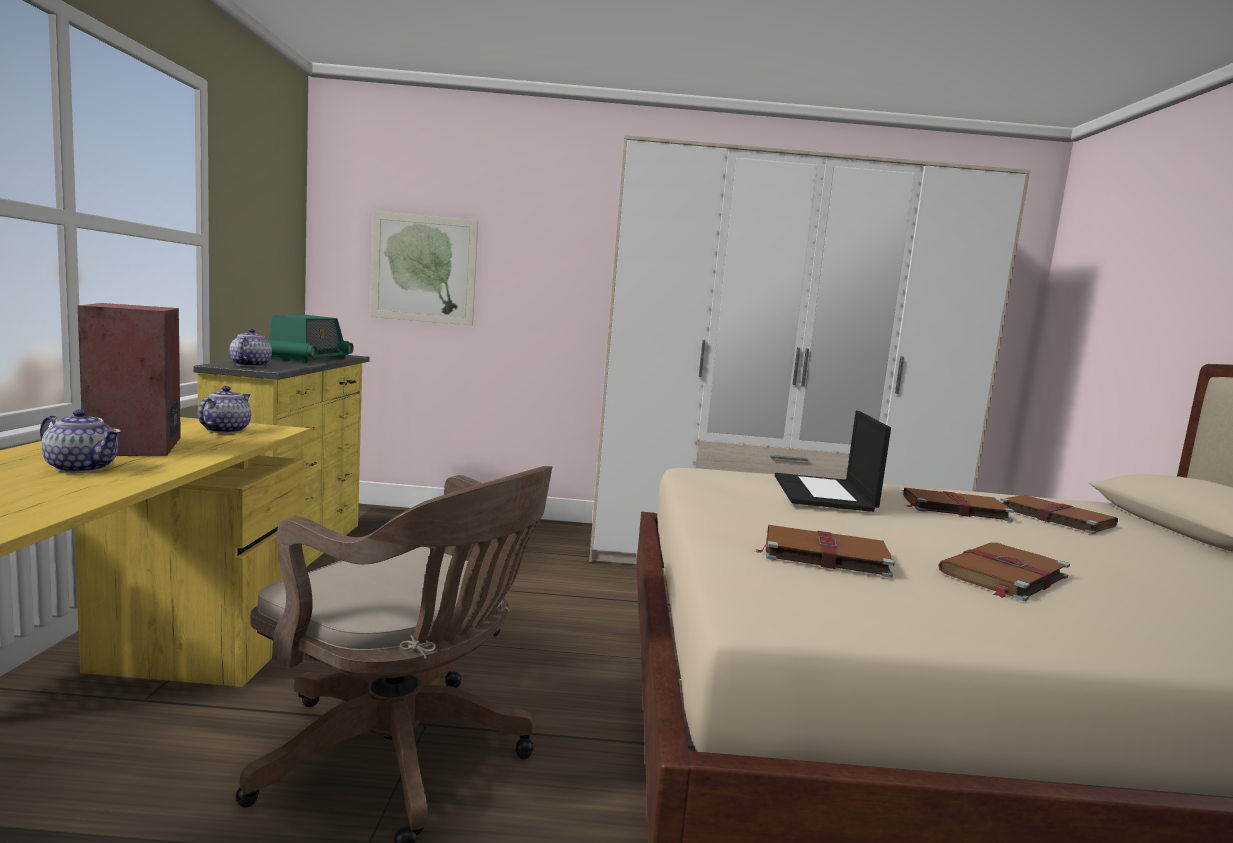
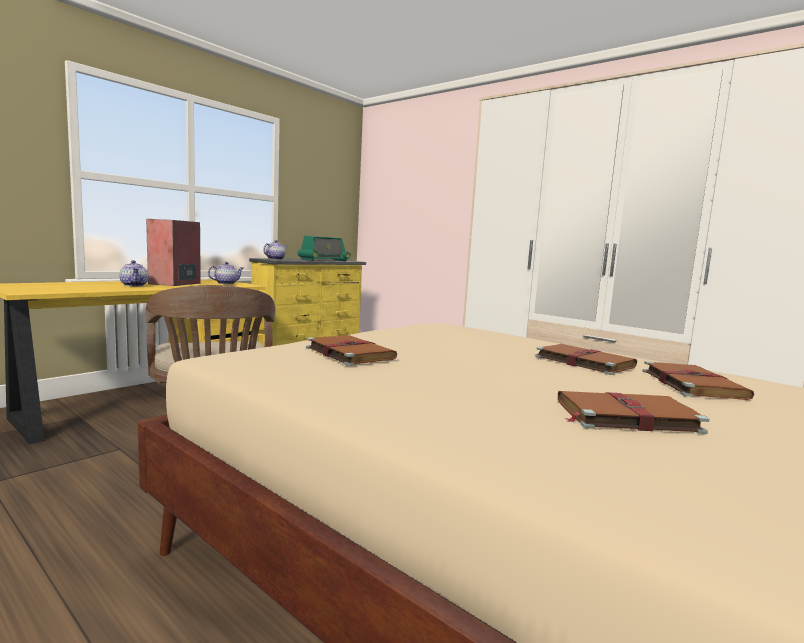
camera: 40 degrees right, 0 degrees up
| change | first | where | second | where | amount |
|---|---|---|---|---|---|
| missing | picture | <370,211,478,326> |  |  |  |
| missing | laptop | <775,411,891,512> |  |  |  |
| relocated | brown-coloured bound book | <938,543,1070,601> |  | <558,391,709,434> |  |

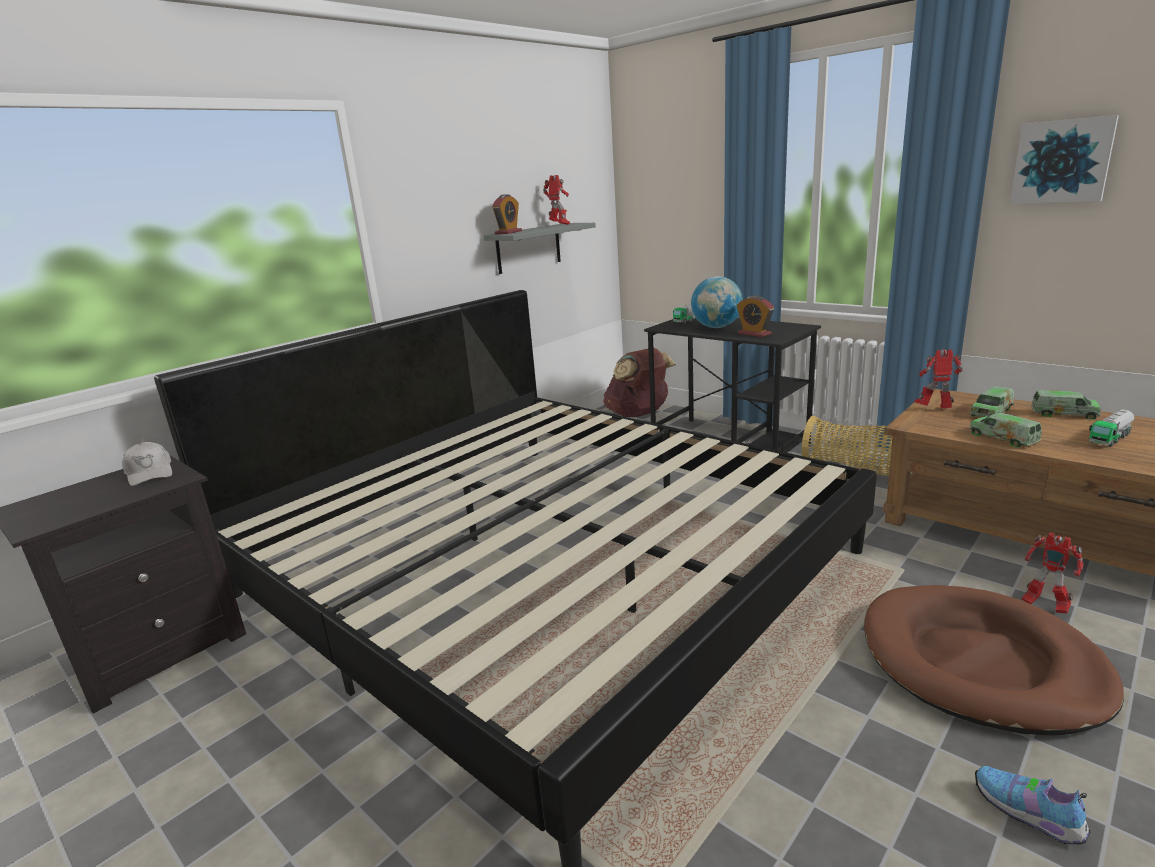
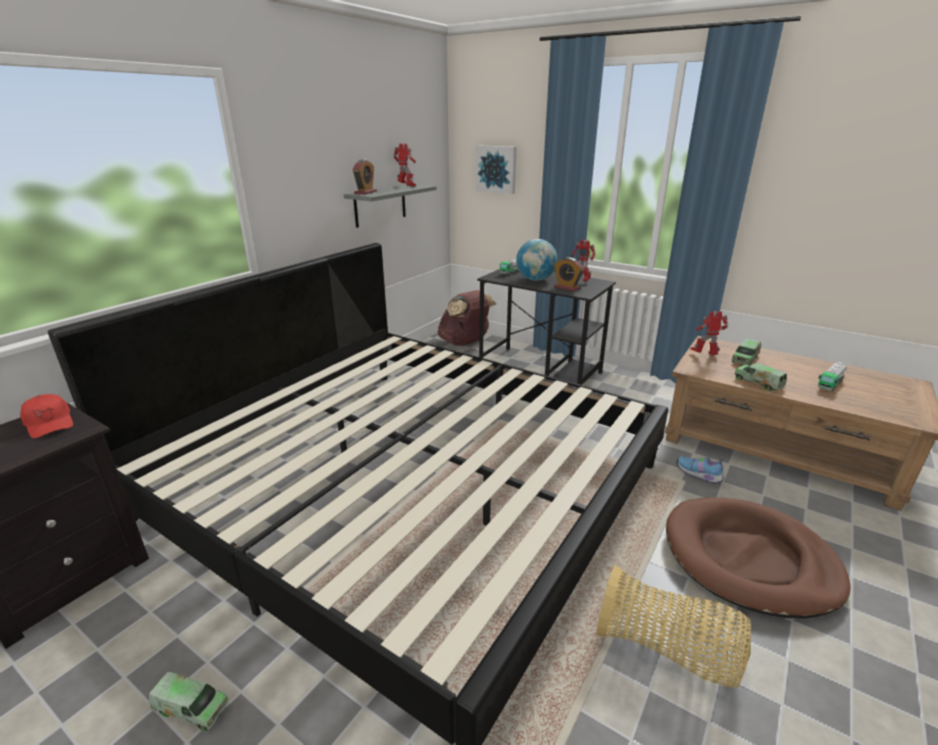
camera: 10 degrees left, 5 degrees up
| change | first | where | second | where | amount |
|---|---|---|---|---|---|
| relocated | picture | <1010,115,1119,204> |  | <476,146,517,194> |  |
| relocated | toy truck | <1031,390,1101,420> |  | <149,672,229,731> |  |
| relocated | storage basket | <802,416,893,476> |  | <597,565,751,688> |  |
| colour | white cap | <122,442,172,486> | red cap | <20,394,73,439> |  |
| relocated | model robot | <1021,532,1084,613> |  | <571,240,595,282> |  |
| relocated | shoe | <975,766,1090,845> |  | <677,456,724,484> |  |

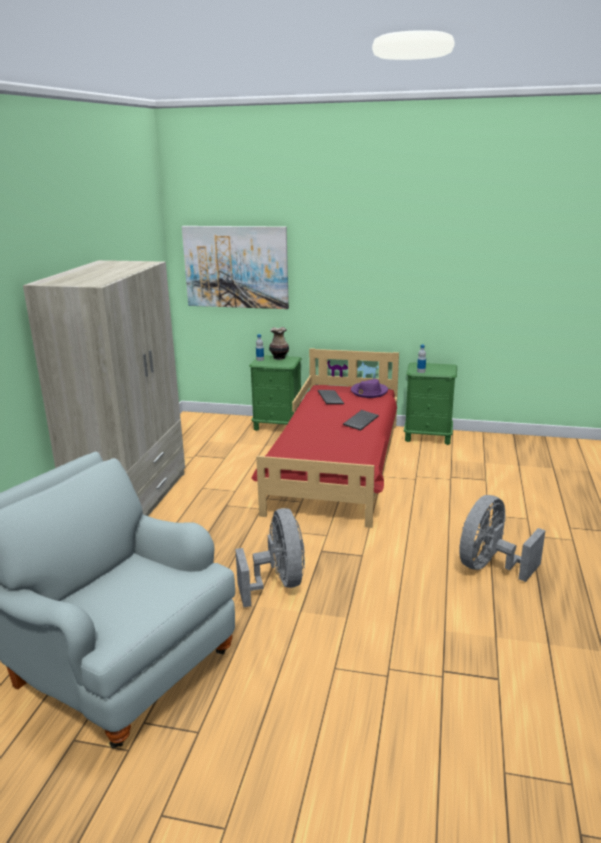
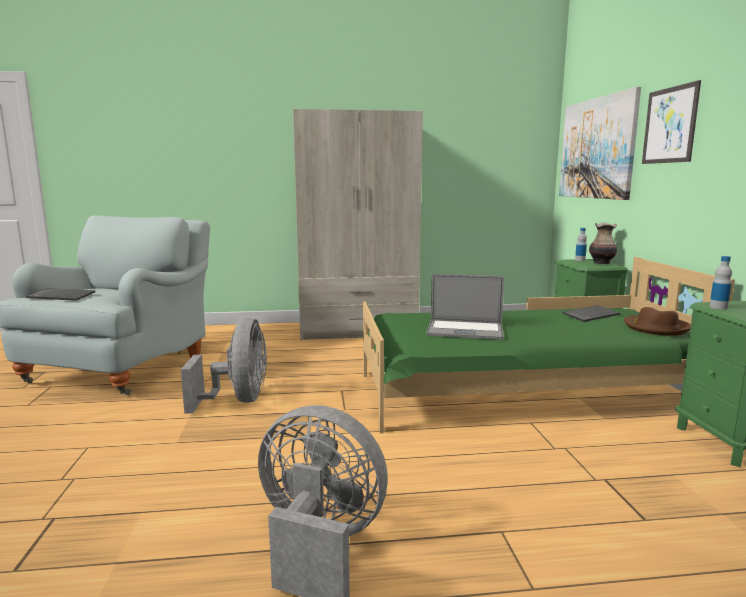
camera: 70 degrees right, 10 degrees down
| change | first | where | second | where | amount |
|---|---|---|---|---|---|
| colour | red sleeping bed | <251,348,399,528> | green-coloured sleeping bed | <363,257,735,433> |  |
| colour | purple-coloured clothing hat | <351,379,388,398> | brown-coloured clothing hat | <624,307,691,336> |  |
| relocated | PC keyboard | <343,410,379,431> |  | <26,288,95,301> |  |
| spun | greyish fan | <235,508,305,607> |  | <181,318,267,414> | 60 degrees counterclockwise |
| appeared |  |  | picture | <642,80,701,164> |  |
| appeared |  |  | laptop | <426,274,504,340> |  |

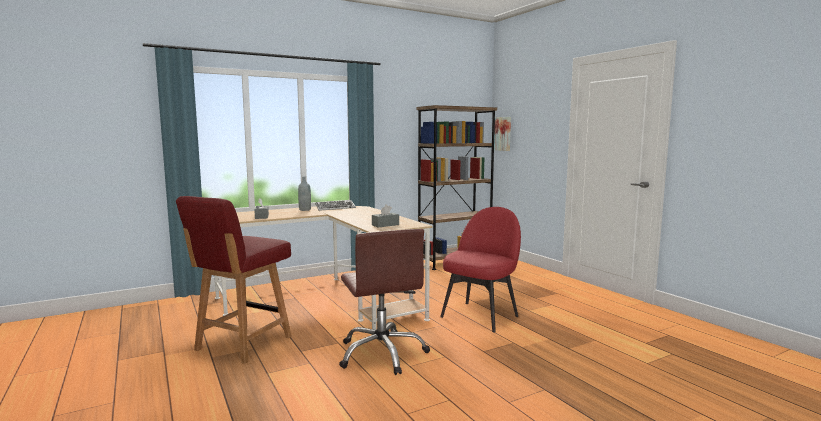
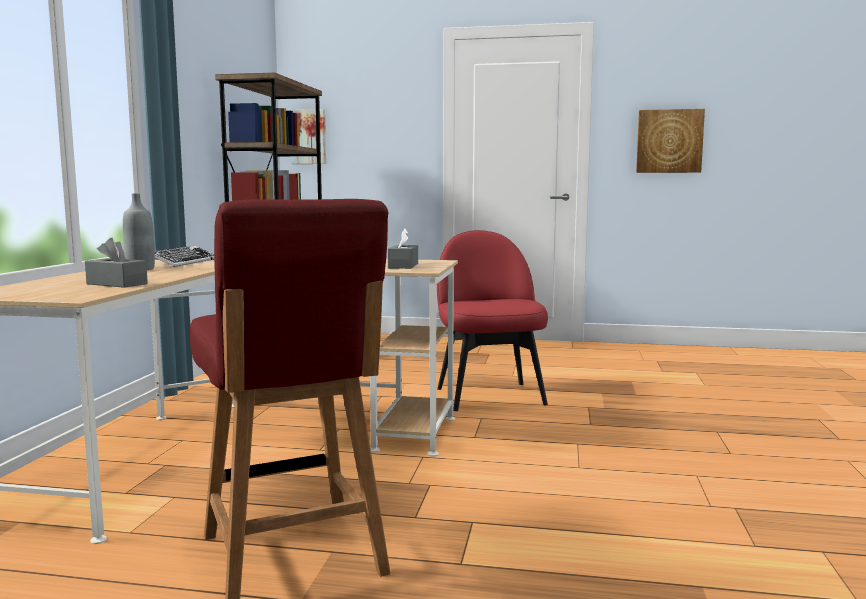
camera: 50 degrees left, 0 degrees up
| change | first | where | second | where | amount |
|---|---|---|---|---|---|
| missing | brown-coloured desk chair | <339,229,430,375> |  |  |  |
| appeared |  |  | picture | <636,109,705,173> |  |

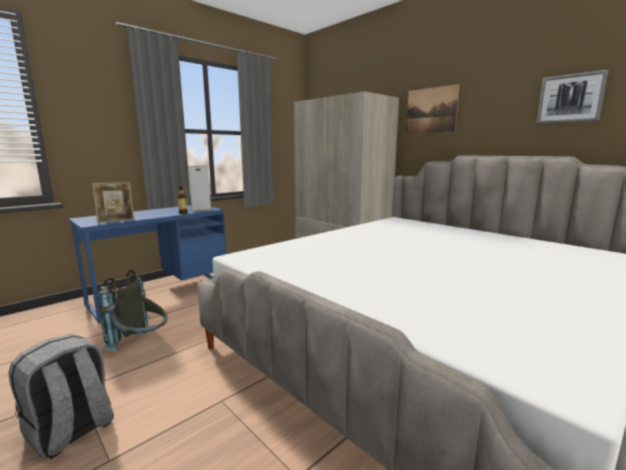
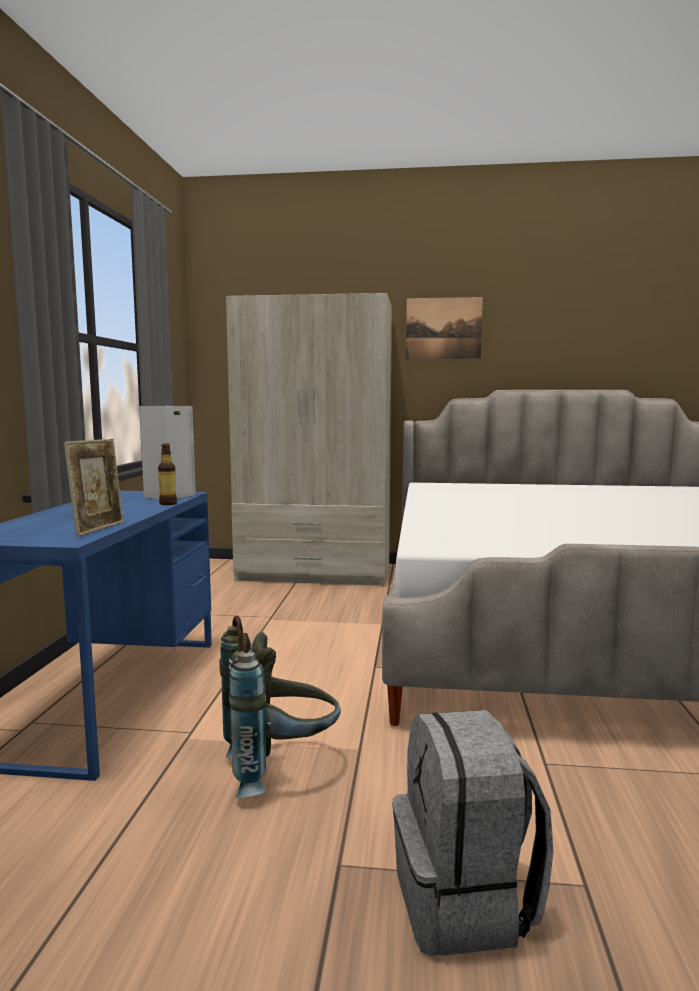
camera: 40 degrees left, 5 degrees down
| change | first | where | second | where | amount |
|---|---|---|---|---|---|
| missing | picture | <536,70,608,124> |  |  |  |

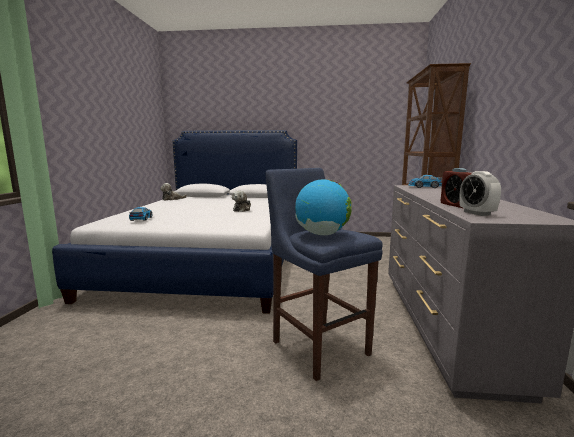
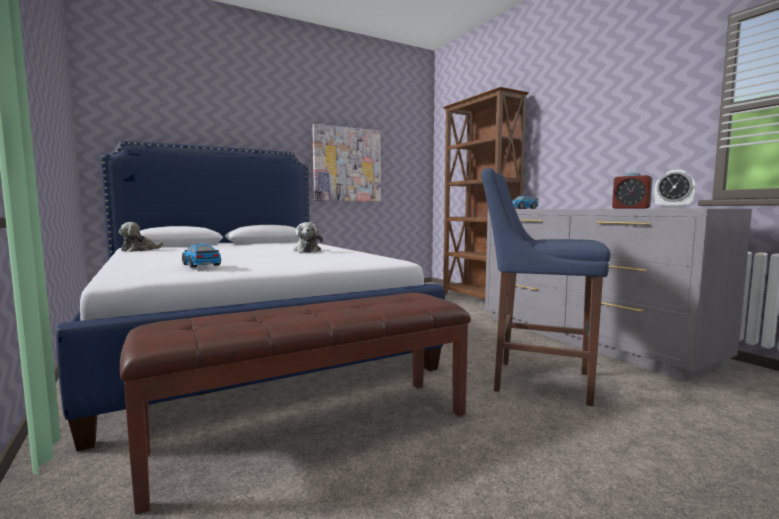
camera: 35 degrees left, 5 degrees down
| change | first | where | second | where | amount |
|---|---|---|---|---|---|
| missing | world globe | <295,179,352,235> |  |  |  |
| appeared |  |  | picture | <312,124,381,201> |  |
| appeared |  |  | brown-coloured long seat | <120,293,471,515> |  |

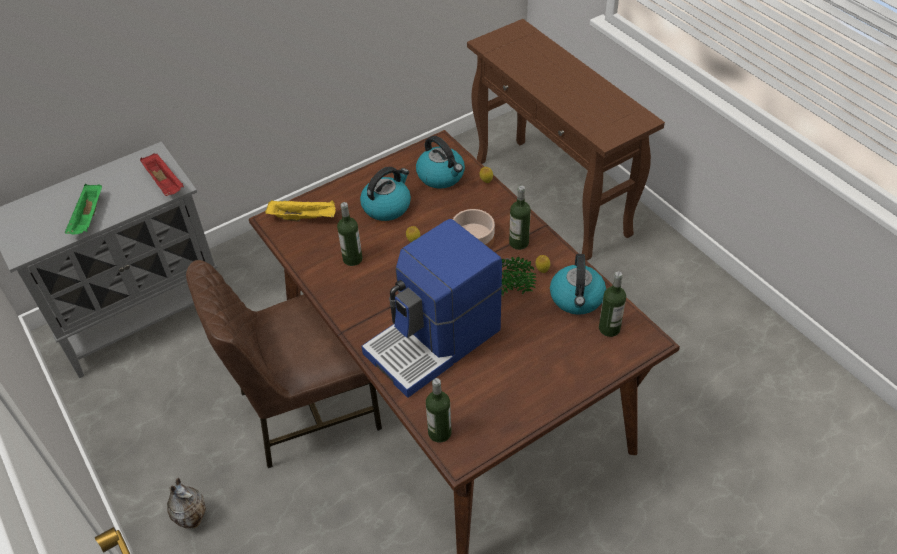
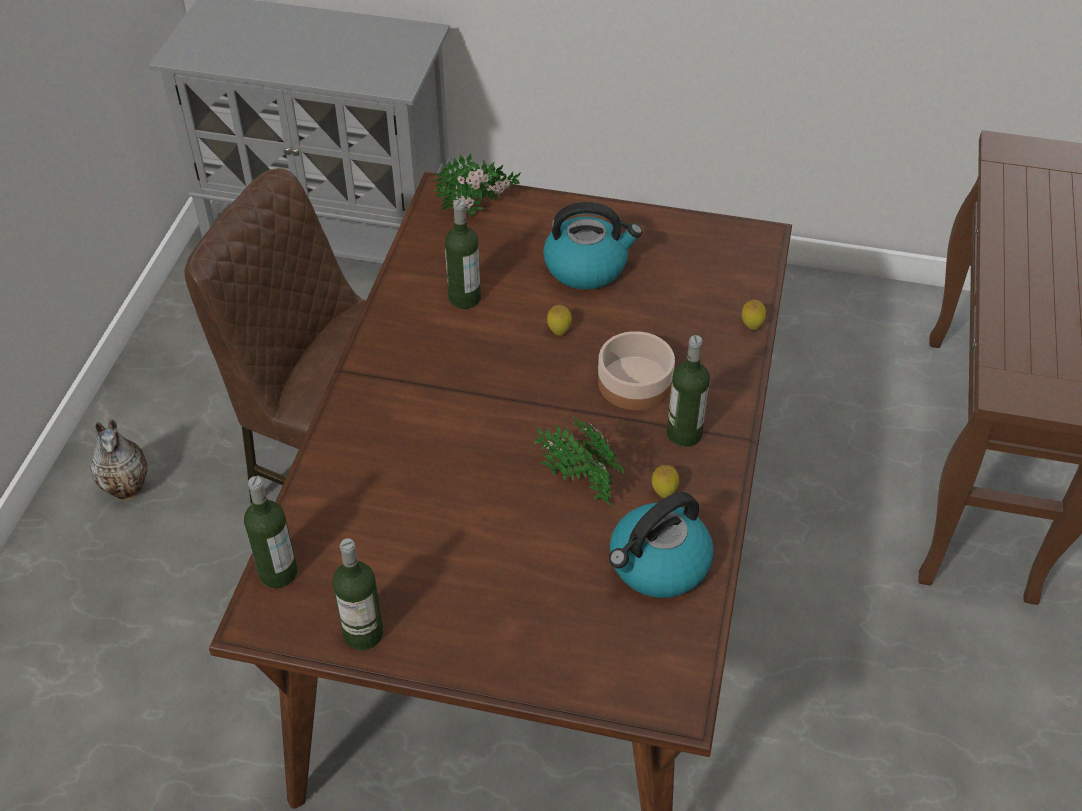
camera: 45 degrees right, 0 degrees up
| change | first | where | second | where | amount |
|---|---|---|---|---|---|
| missing | kettle | <416,136,465,189> |  |  |  |
| missing | red tray | <140,153,184,196> |  |  |  |
| missing | green-coloured tray | <65,184,102,235> |  |  |  |
| exchanged | yellow-coloured tray | <265,200,335,222> | plant in a pot | <434,153,521,217> |  |
| missing | coffee machine | <361,219,502,398> |  |  |  |
| relocated | bottle | <599,272,626,337> |  | <333,538,383,650> |  |

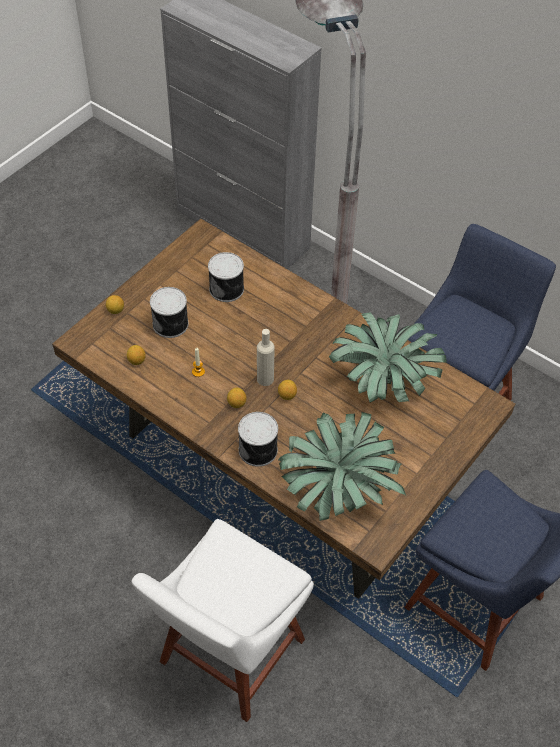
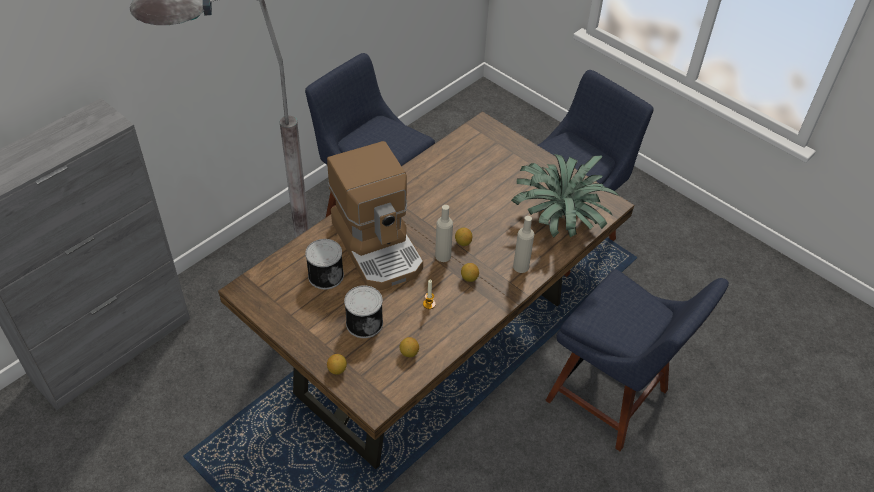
camera: 85 degrees left, 5 degrees down
| change | first | where | second | where | amount |
|---|---|---|---|---|---|
| missing | plant in a pot | <329,312,447,403> |  |  |  |
| exchanged | sealed can | <238,412,278,467> | sand-coloured bottle | <513,216,534,273> |  |
| colour | white chair | <132,519,314,722> | bluish chair | <545,269,729,451> |  |
| appeared |  |  | coffee machine | <327,141,423,290> |  |

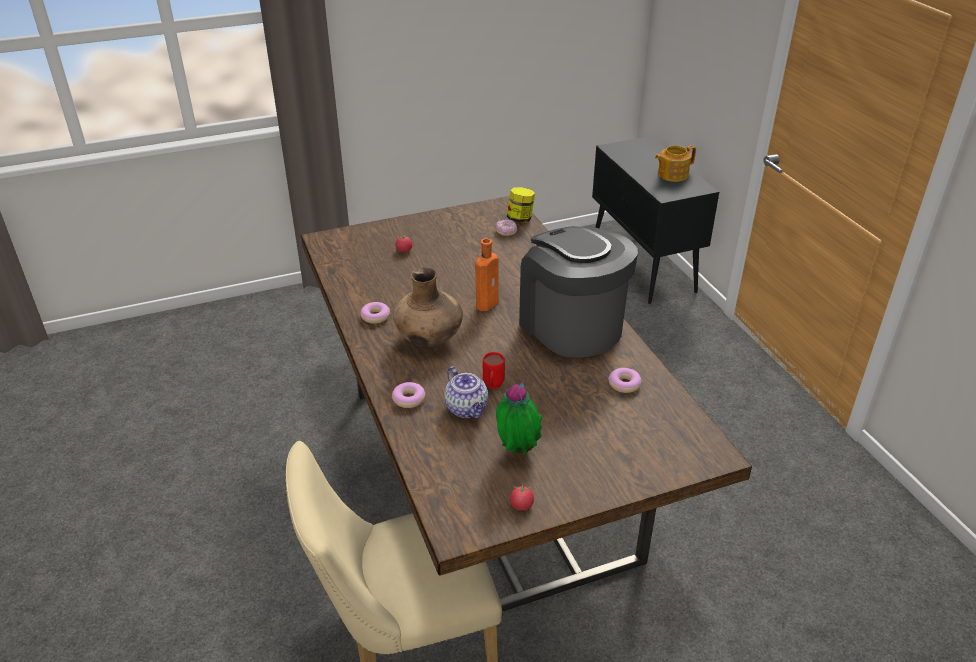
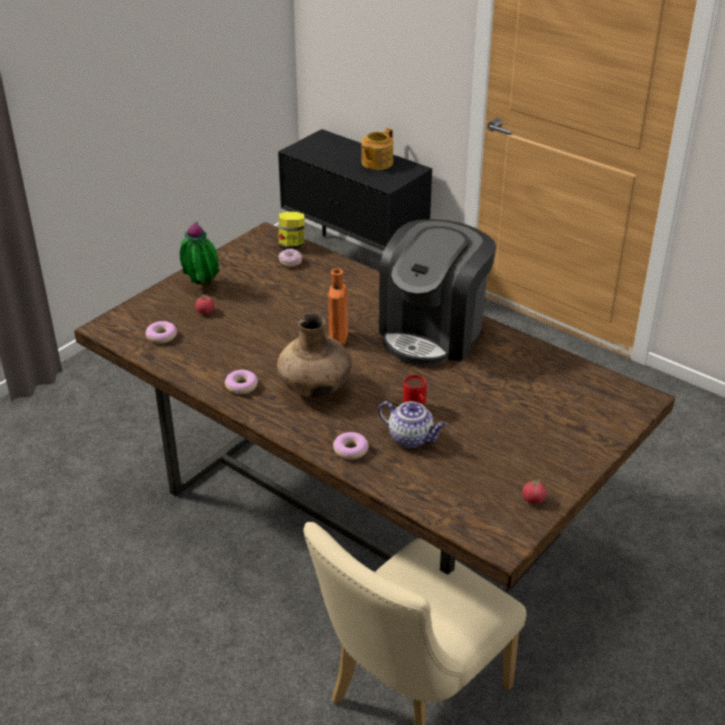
camera: 30 degrees left, 0 degrees up
| change | first | where | second | where | amount |
|---|---|---|---|---|---|
| spun | coffee machine | <519,226,638,358> |  | <379,219,496,366> | 90 degrees counterclockwise |
| relocated | doughnut | <608,368,641,393> |  | <145,321,177,344> |  |
| relocated | plant in a pot | <496,381,543,454> |  | <180,222,220,285> |  |

